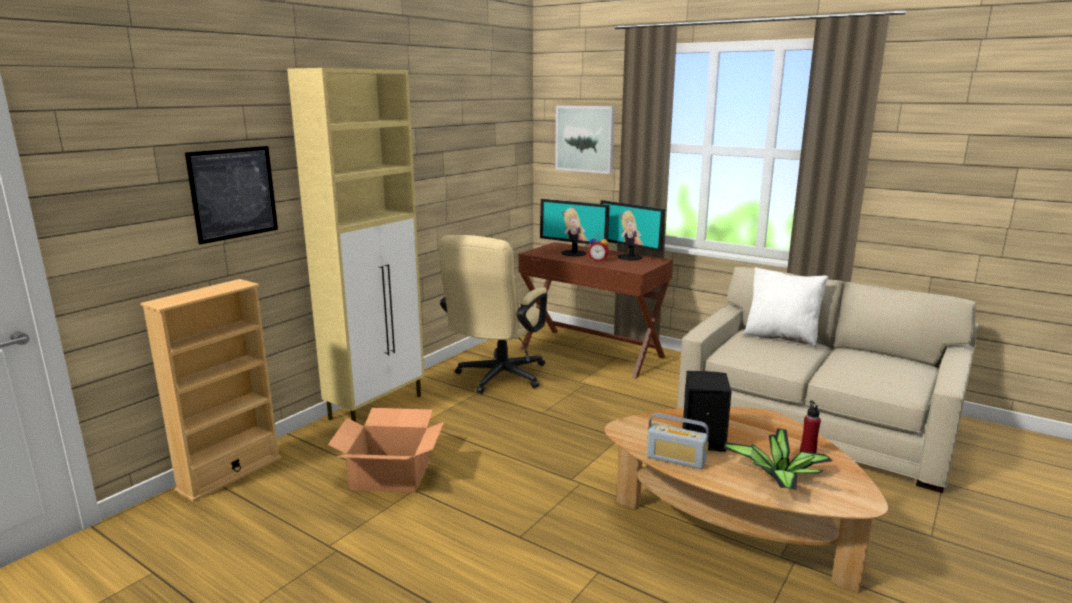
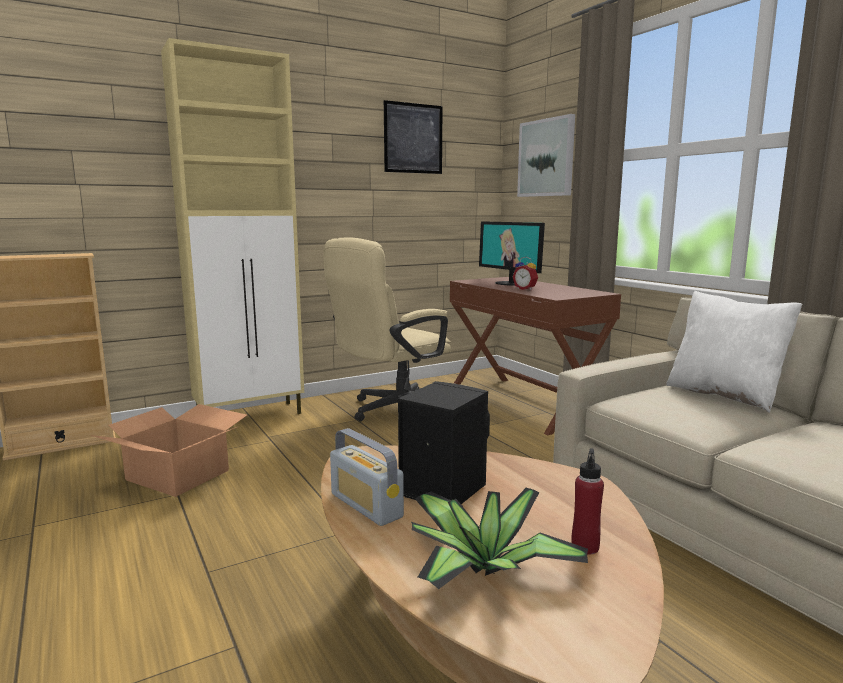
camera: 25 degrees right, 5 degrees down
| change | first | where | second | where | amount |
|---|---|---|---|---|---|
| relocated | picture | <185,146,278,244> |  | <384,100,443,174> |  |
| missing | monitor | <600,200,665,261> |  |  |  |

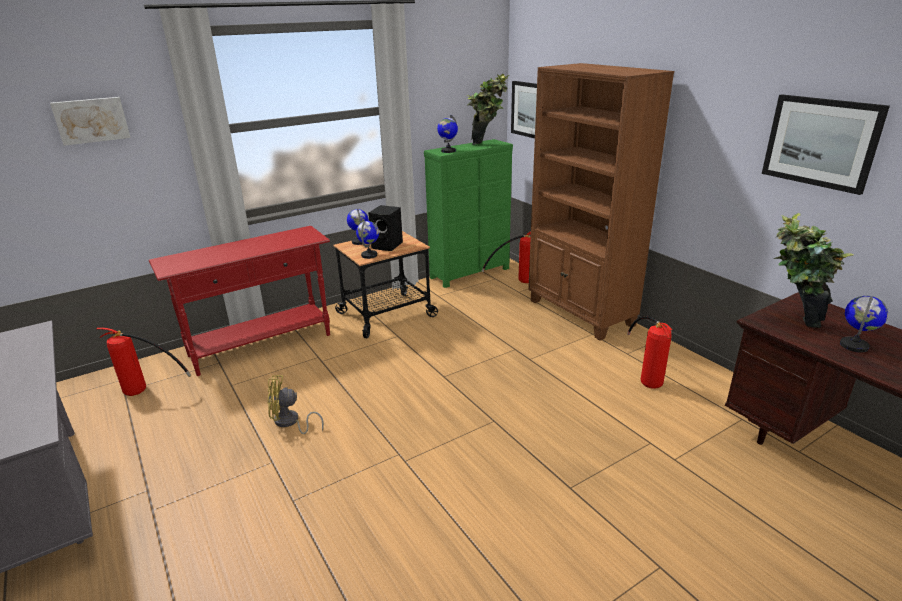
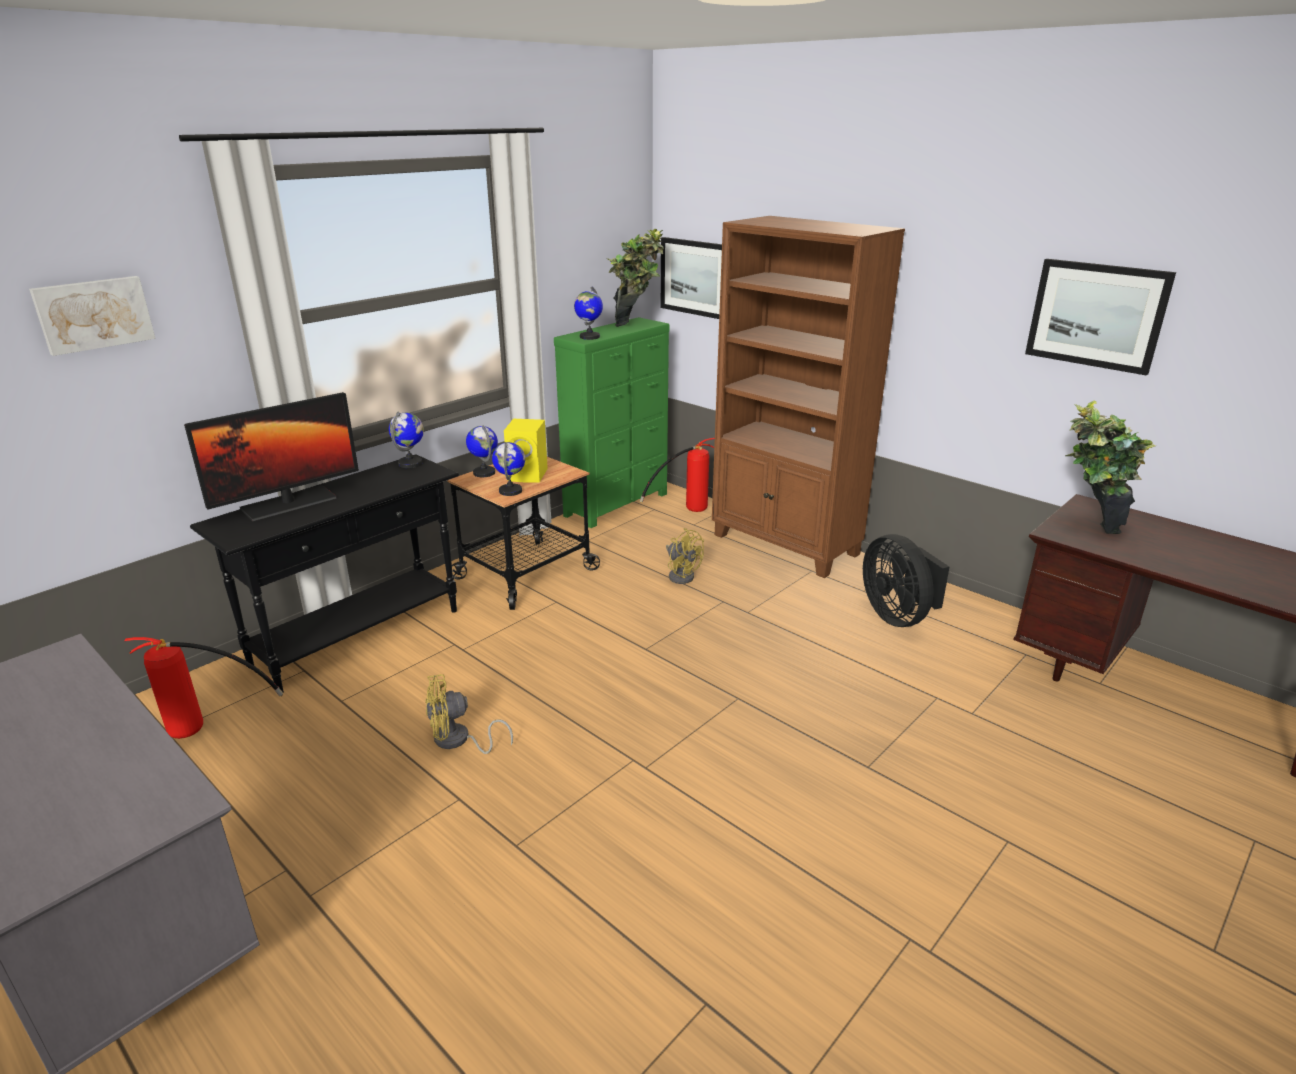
camera: 15 degrees left, 0 degrees up
| change | first | where | second | where | amount |
|---|---|---|---|---|---|
| colour | black-coloured audio speaker | <368,205,403,251> | yellow-coloured audio speaker | <504,419,548,483> |  |
| colour | red hall table | <149,226,330,376> | black-coloured hall table | <190,454,459,693> |  |
| relocated | world globe | <840,296,888,353> |  | <389,412,424,468> |  |
| exchanged | fire extinguisher | <627,316,672,389> | black-coloured fan | <863,534,949,627> |  |
| appeared |  |  | monitor | <184,392,359,521> |  |
| appeared |  |  | yellow-coloured fan | <666,528,704,584> |  |

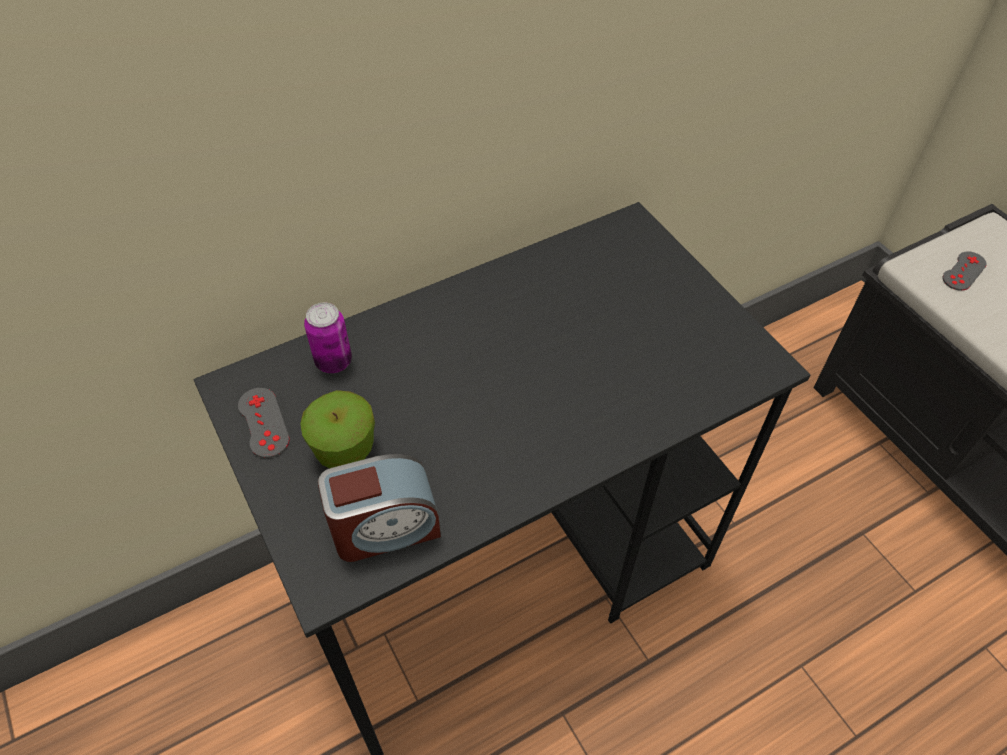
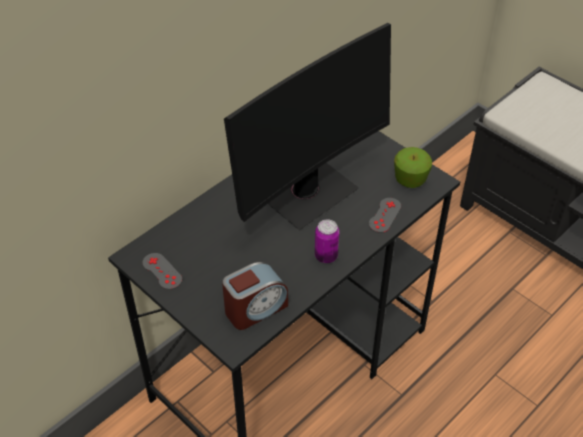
camera: 15 degrees left, 5 degrees down
| change | first | where | second | where | amount |
|---|---|---|---|---|---|
| relocated | greyish game controller | <942,251,987,291> |  | <369,198,401,233> |  |
| relocated | sealed can | <304,303,352,373> |  | <315,219,340,263> |  |
| relocated | apple | <300,390,375,468> |  | <394,147,432,188> |  |
| appeared |  |  | monitor | <224,23,391,230> |  |

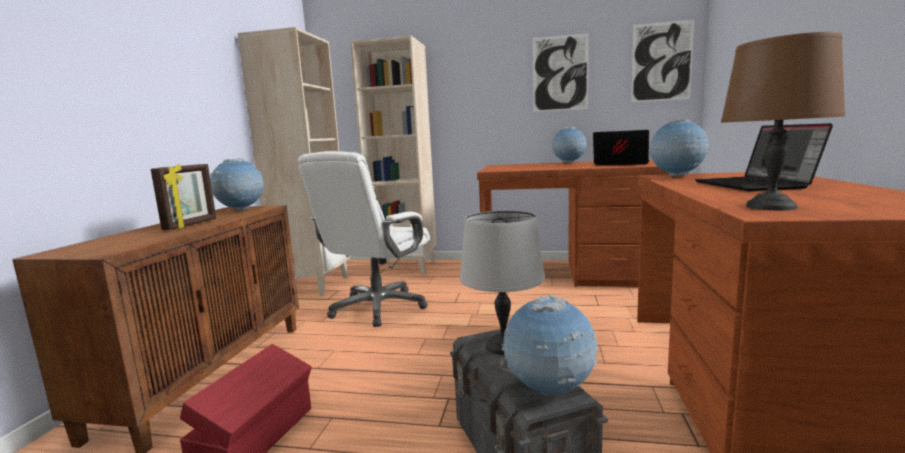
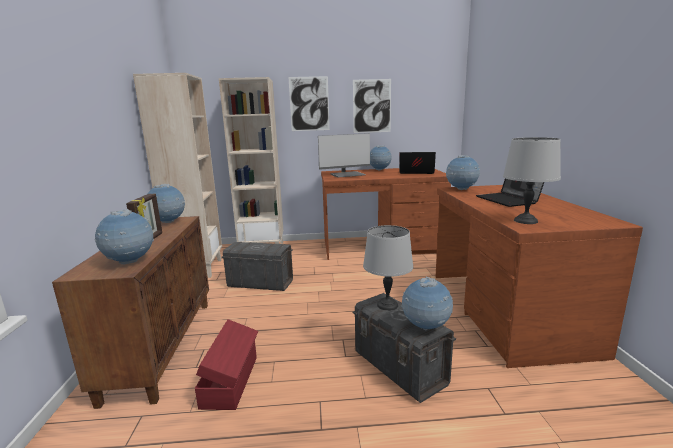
camera: 15 degrees left, 5 degrees up
| change | first | where | second | where | amount |
|---|---|---|---|---|---|
| relocated | picture | <631,20,694,102> |  | <288,76,330,131> |  |
| colour | brown-coloured tabletop lamp | <721,32,846,210> | greyish tabletop lamp | <503,137,561,224> |  |
| exchanged | white desk chair | <298,151,430,327> | greyish storage bin | <222,242,293,291> |  |
| appeared |  |  | monitor | <318,133,370,178> |  |
| appeared |  |  | world globe | <94,209,154,264> |  |

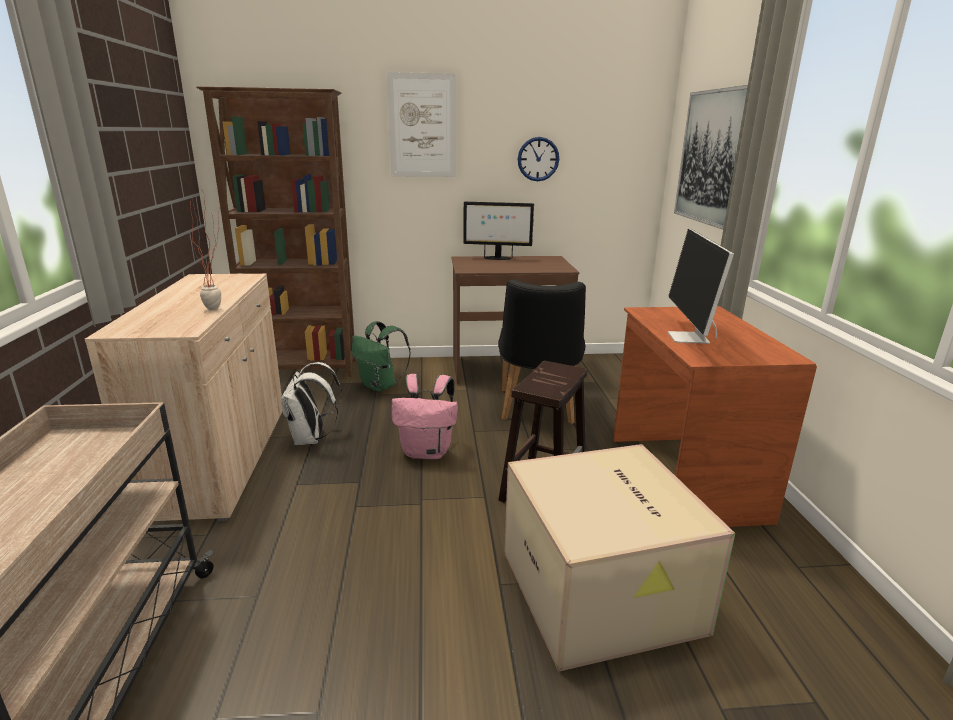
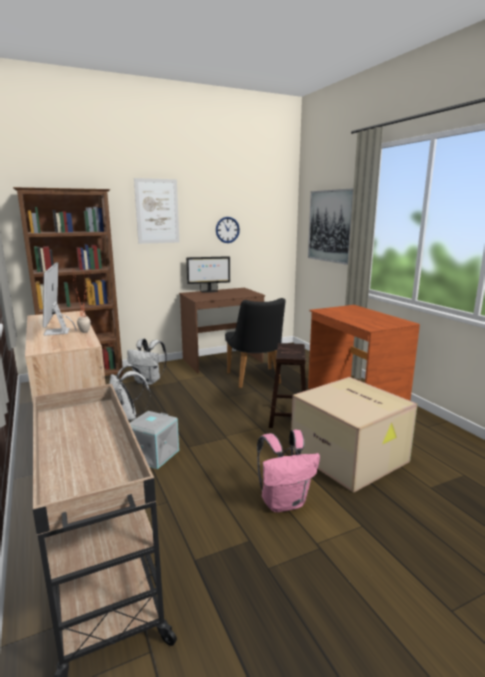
camera: 20 degrees left, 5 degrees down
| change | first | where | second | where | amount |
|---|---|---|---|---|---|
| relocated | monitor | <668,229,734,344> |  | <43,262,77,336> |  |
| colour | green-coloured knapsack | <352,321,411,392> | white knapsack | <127,338,167,385> |  |
| relocated | pink knapsack | <392,374,458,459> |  | <257,430,320,513> |  |
| appeared |  |  | greyish storage bin | <130,411,179,469> |  |

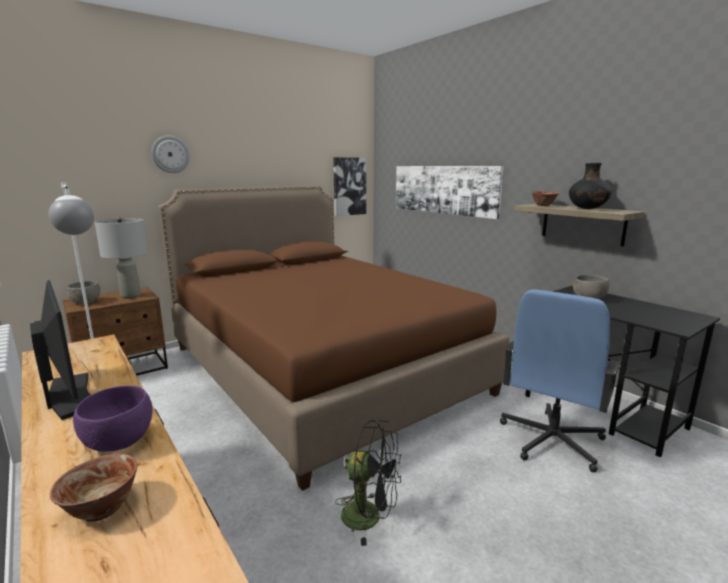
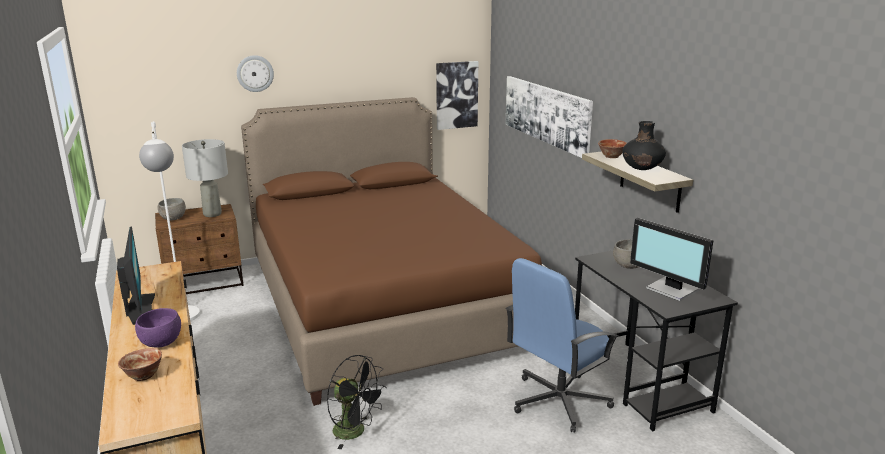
camera: 15 degrees right, 5 degrees up
| change | first | where | second | where | amount |
|---|---|---|---|---|---|
| appeared |  |  | monitor | <630,218,714,301> |  |

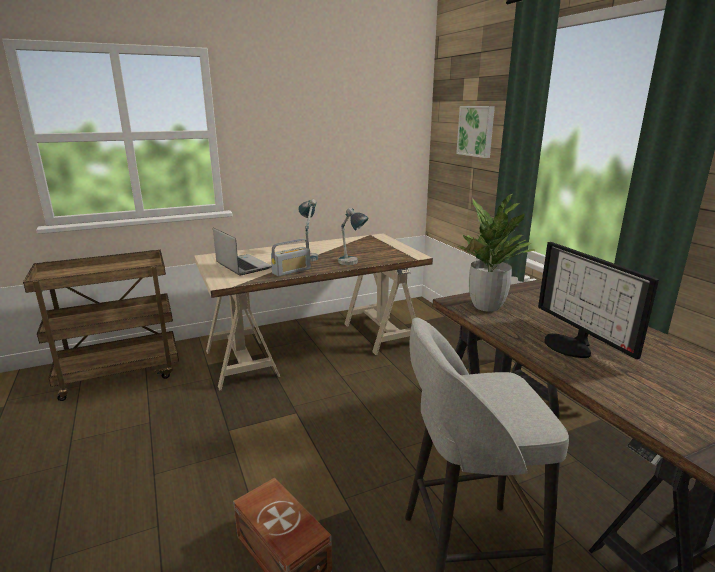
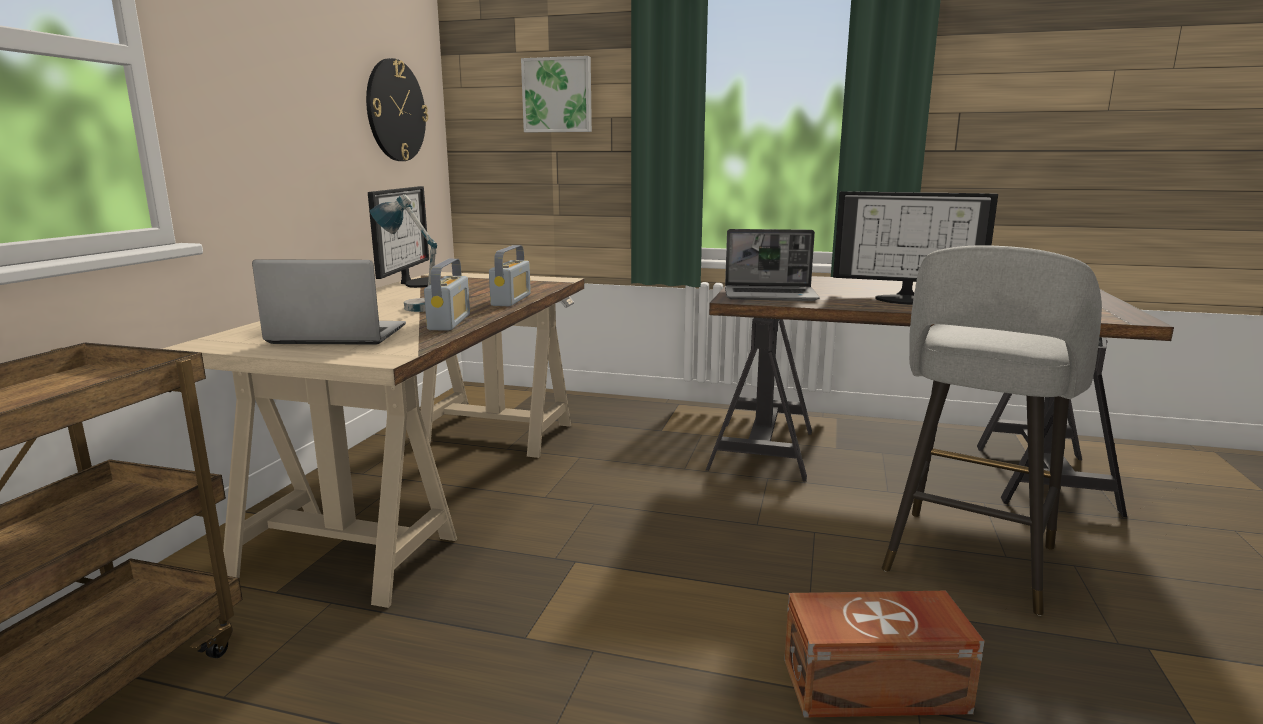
camera: 50 degrees left, 5 degrees down
| change | first | where | second | where | amount |
|---|---|---|---|---|---|
| exchanged | plant in a pot | <457,194,535,312> | laptop | <725,229,820,301> |  |
| exchanged | tabletop lamp | <338,208,368,265> | radio set | <489,245,531,306> |  |
| appeared |  |  | clock on the wall | <366,58,428,161> |  |
| appeared |  |  | monitor | <368,186,429,288> |  |

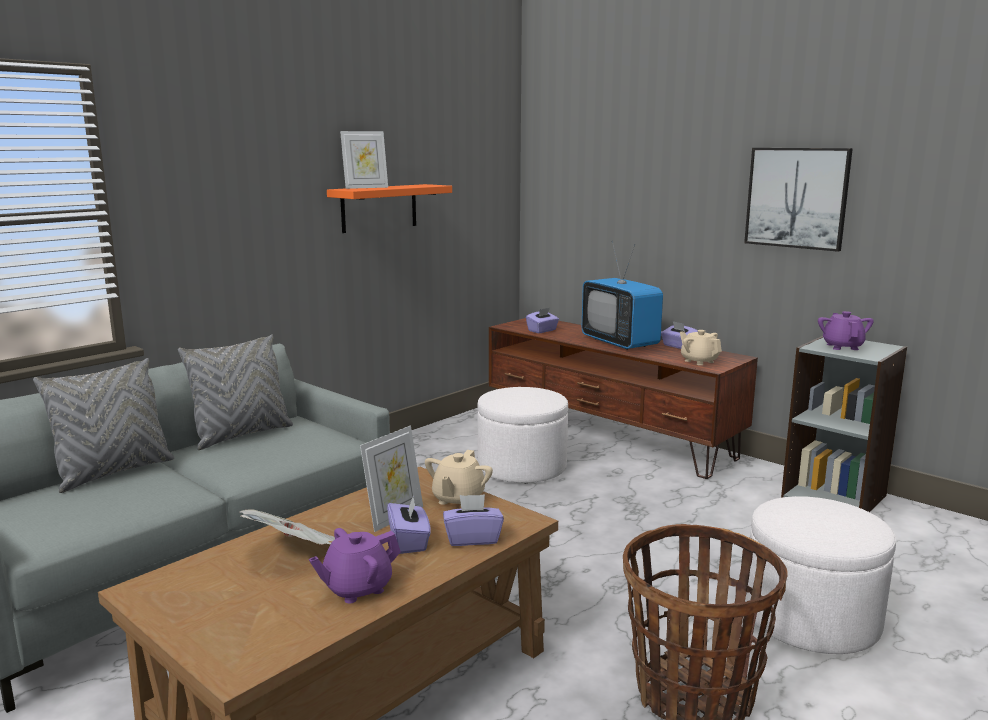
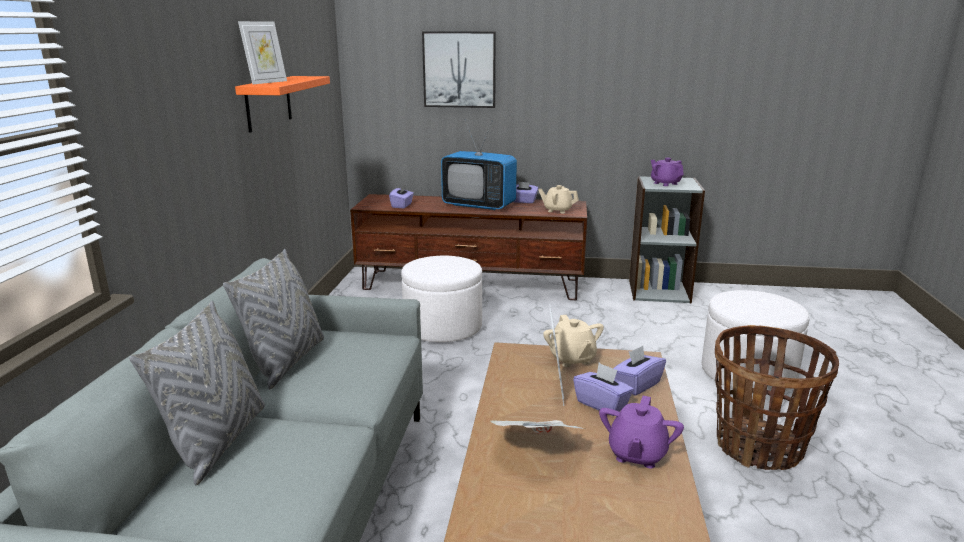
camera: 35 degrees left, 5 degrees up
| change | first | where | second | where | amount |
|---|---|---|---|---|---|
| relocated | picture | <744,148,853,252> |  | <422,32,496,108> |  |

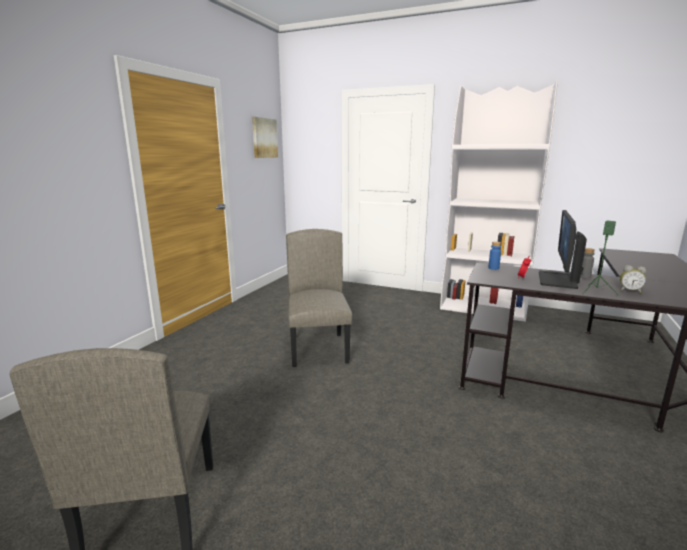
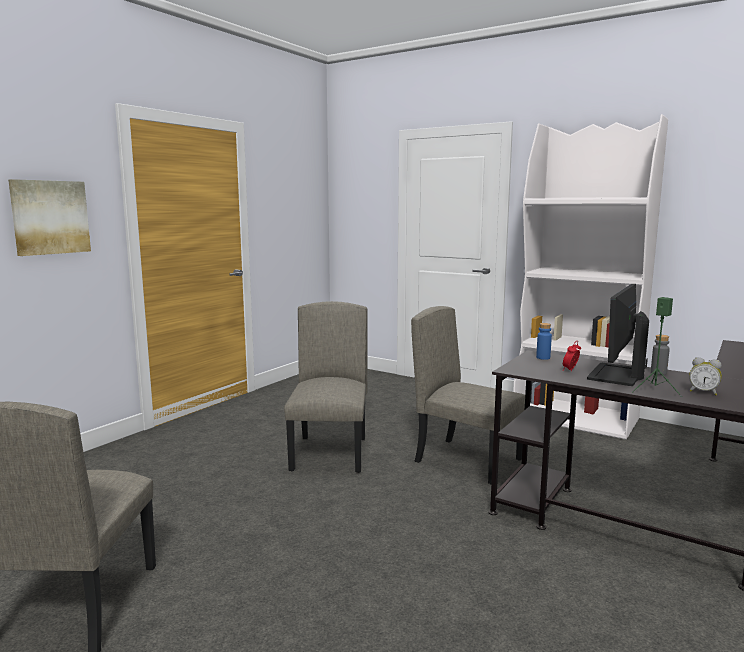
camera: 10 degrees right, 5 degrees down
| change | first | where | second | where | amount |
|---|---|---|---|---|---|
| relocated | picture | <252,117,278,158> |  | <8,179,91,256> |  |
| appeared |  |  | sand-coloured chair | <411,306,525,484> |  |

